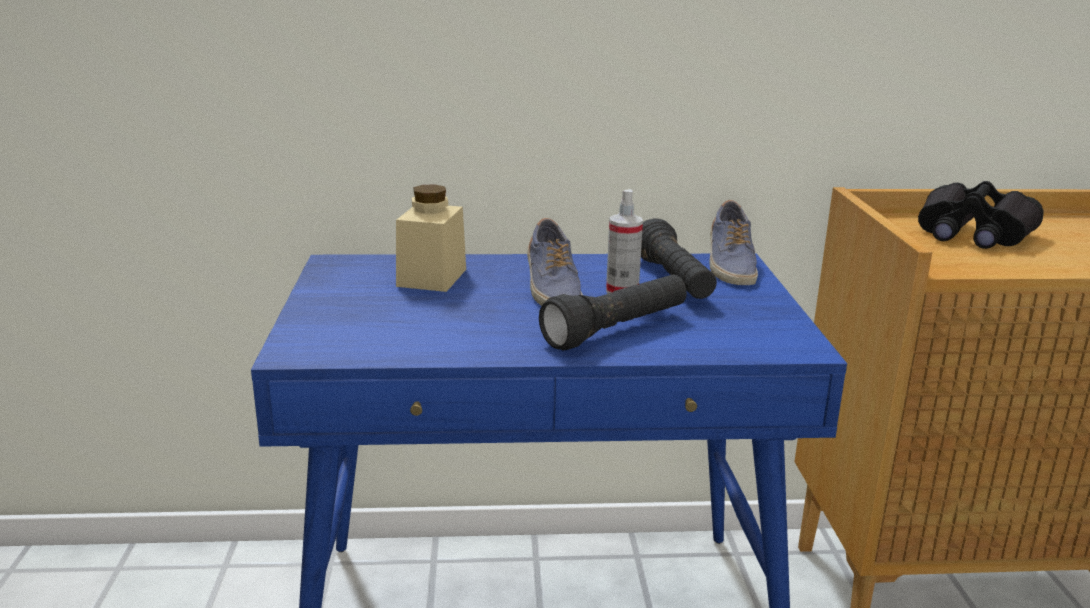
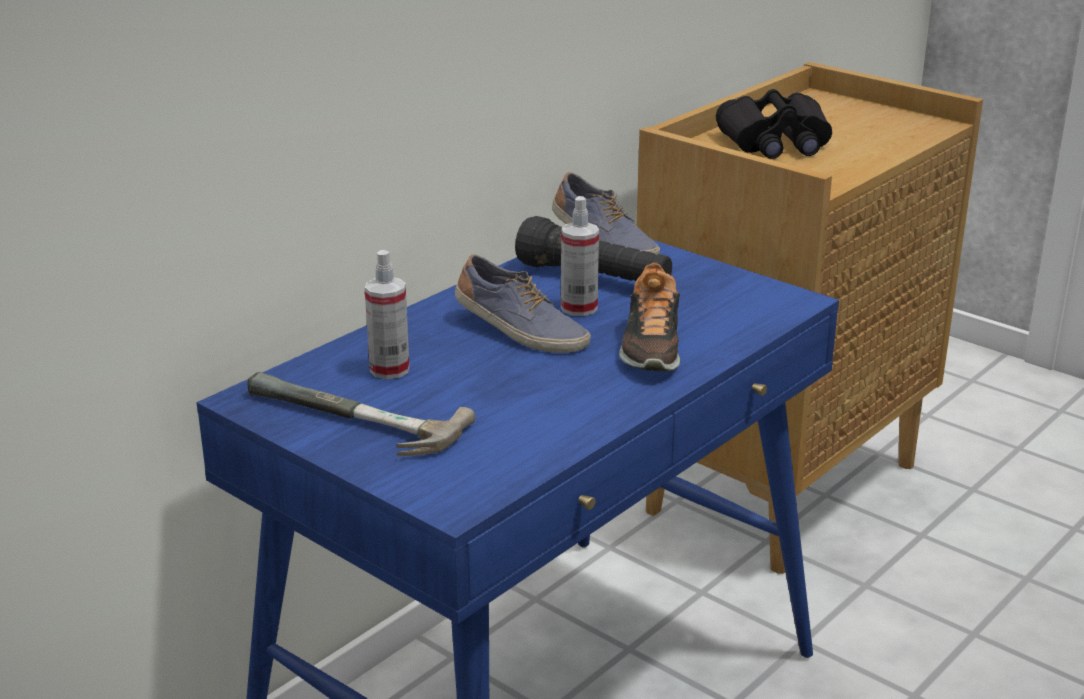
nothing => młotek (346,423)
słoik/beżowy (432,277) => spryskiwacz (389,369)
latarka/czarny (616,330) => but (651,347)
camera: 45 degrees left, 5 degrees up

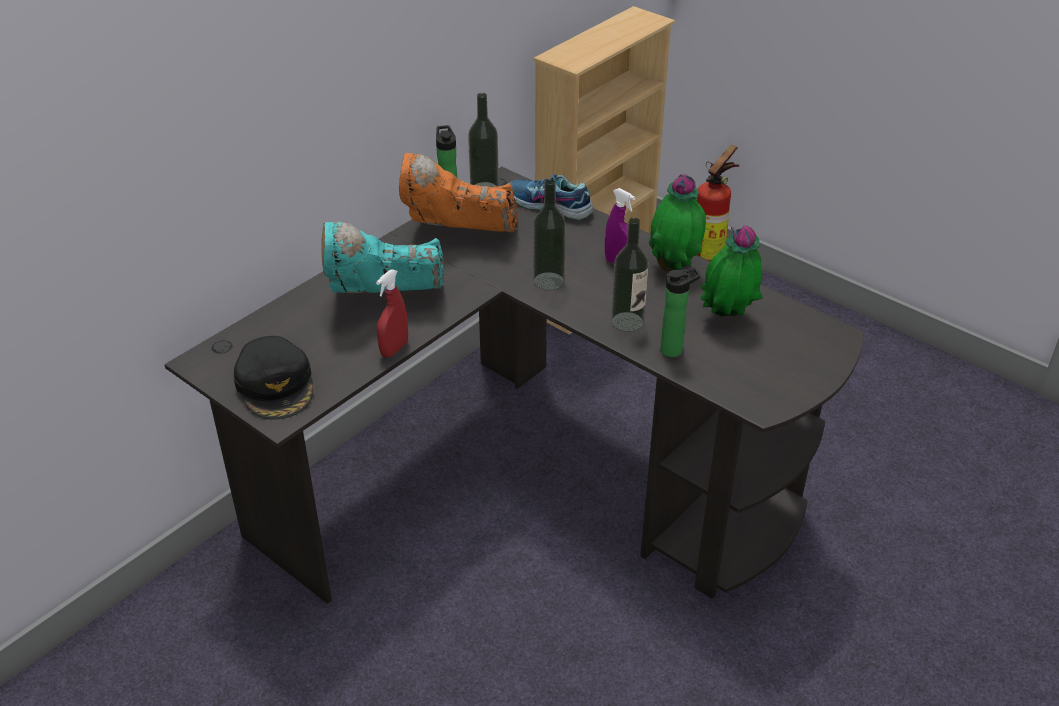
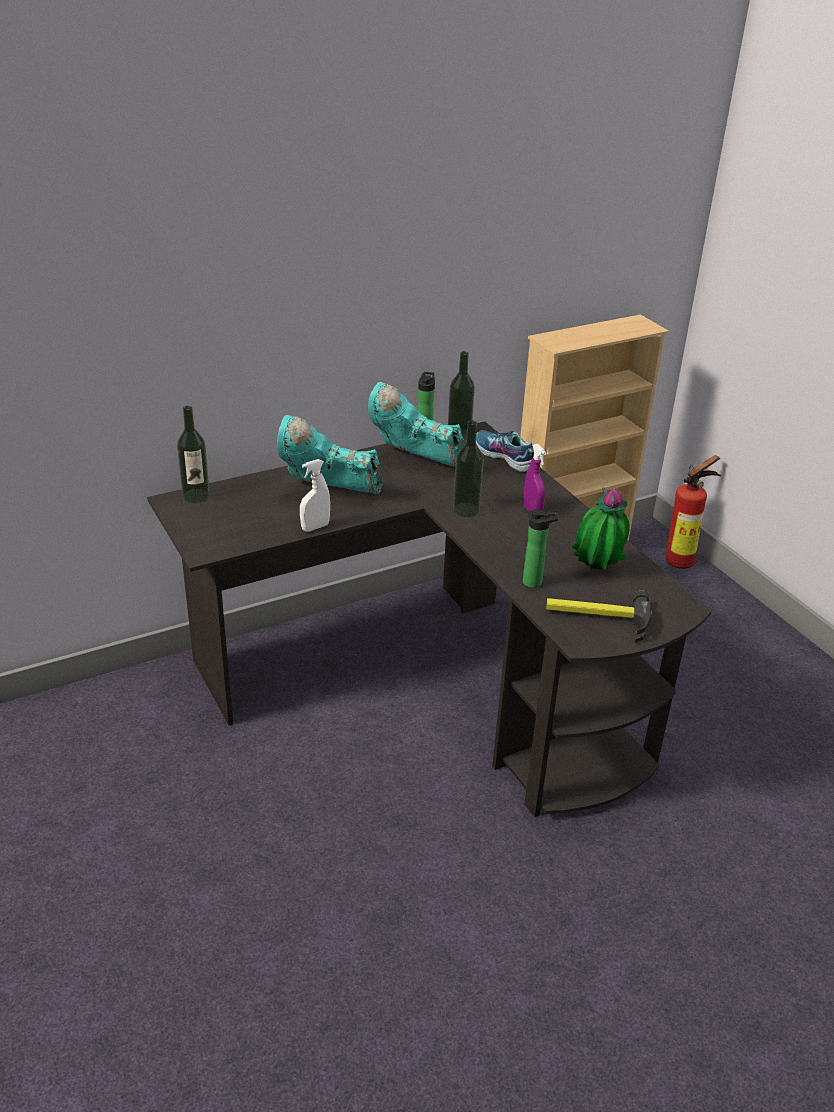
butelka (627,322) => butelka (196,495), shifted
spryskiwacz/czerwony (394,349) => spryskiwacz/biały (315,527)
but z cholewką/pomarańczowy (457,235) => but z cholewką/turkusowy (416,461)
nothing => młotek (597,618)
czapka z daszkiem/czarny (276,385) => nothing
roślina doniczkowa (674,268) => nothing
camera: 20 degrees right, 5 degrees down

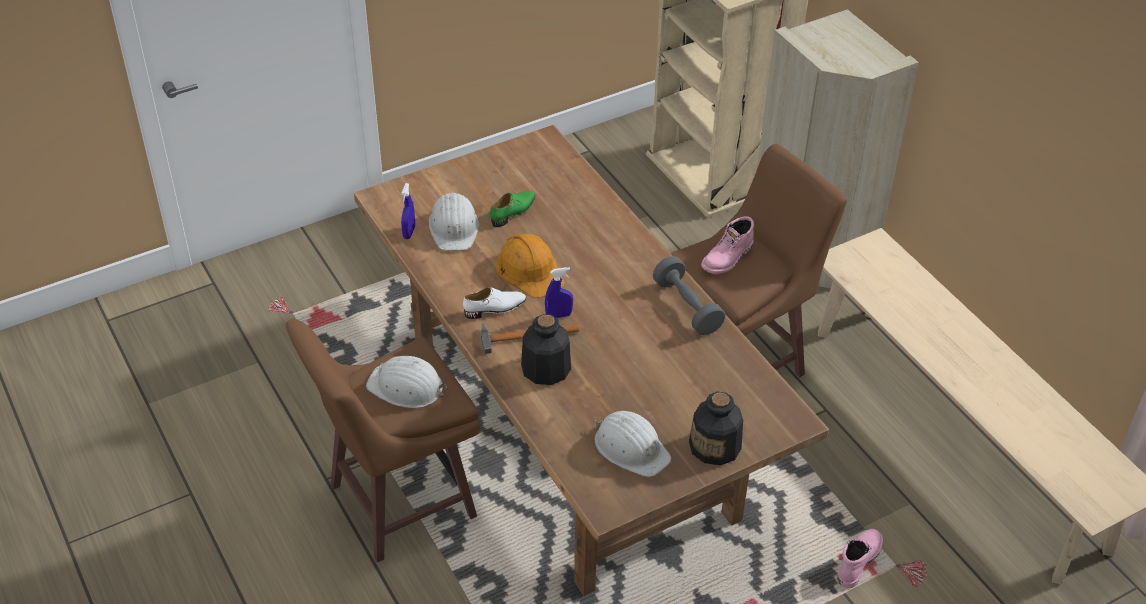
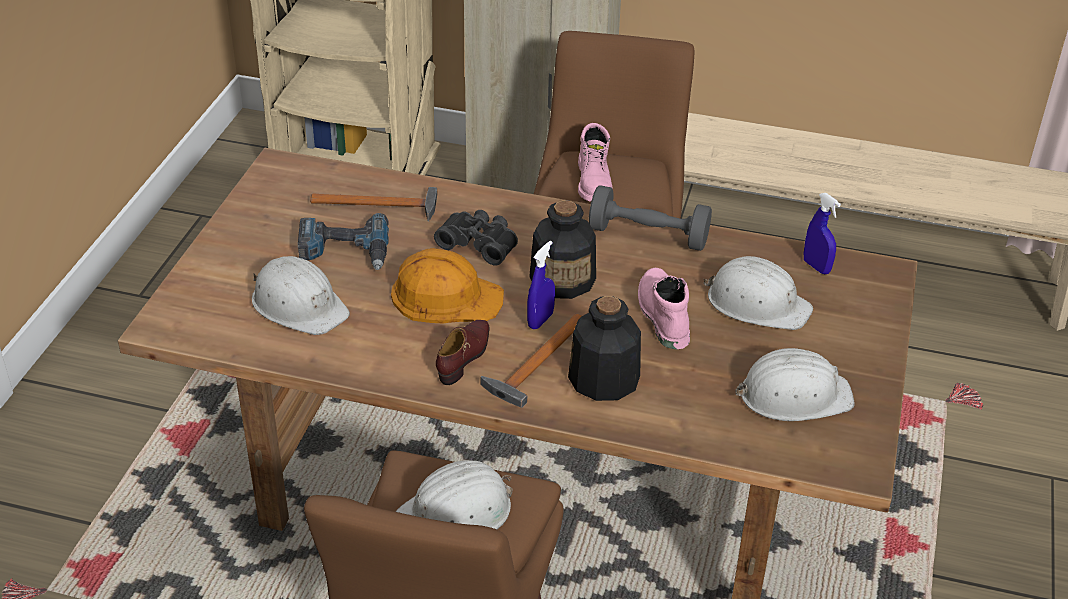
but/zielony (513,212) => wiertarka (344,252)
nothing => młotek (381,205)
nothing => lornetka/czarny (479,243)
but/biały (495,308) => but/brązowy (465,356)
butelka (715,446) => butelka (563,279), shifted
but z cholewką/różowy (857,560) => but z cholewką/różowy (661,315), shifted
nothing => kask/biały (757,303)
spryskiwacz/niebieski (409,232) => spryskiwacz/niebieski (816,267), shifted
camera: 45 degrees left, 5 degrees down

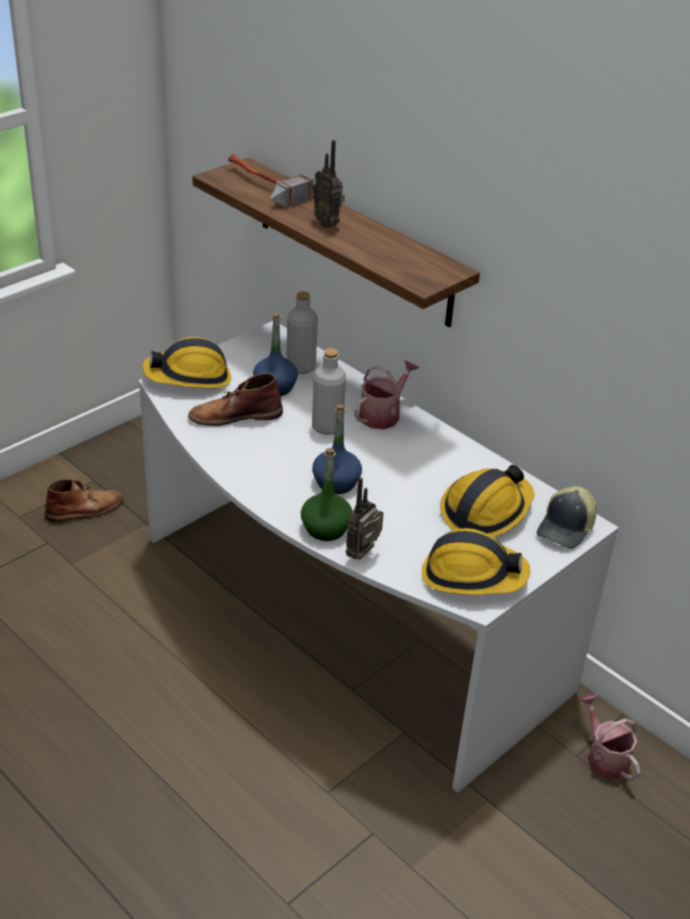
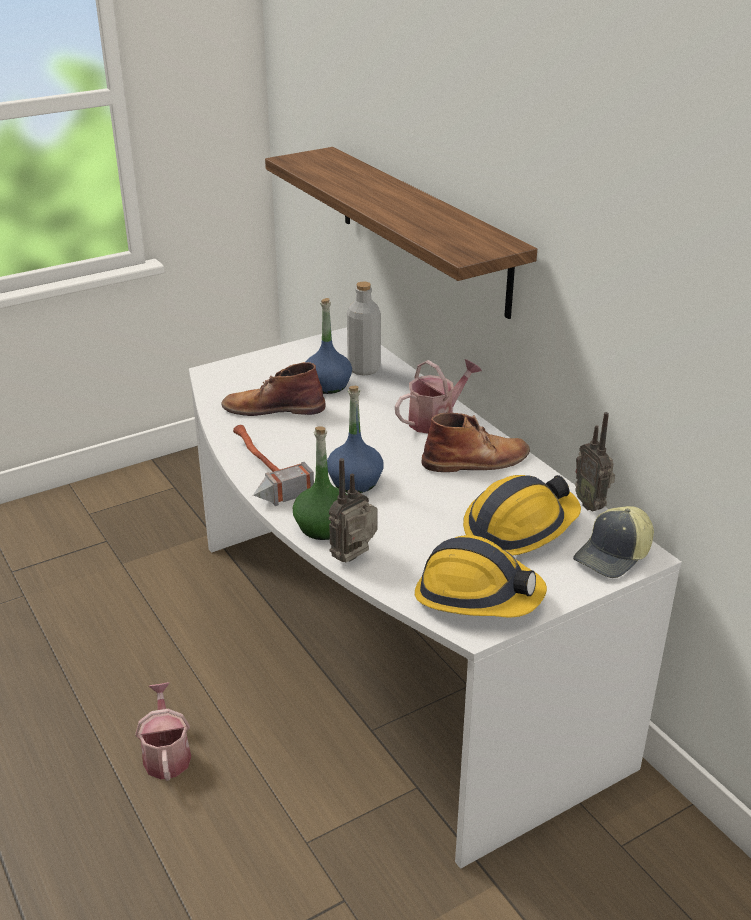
konewka (604,756) => konewka (166,754), shifted
młotek (260,187) => młotek (258,470), shifted
but z cholewką/brązowy (85,509) => but z cholewką/brązowy (477,460), shifted
radio (328,224) => radio (591,504), shifted
kask (189,377) => nothing
butelka/szary (327,427) => nothing
camera: 15 degrees right, 5 degrees down

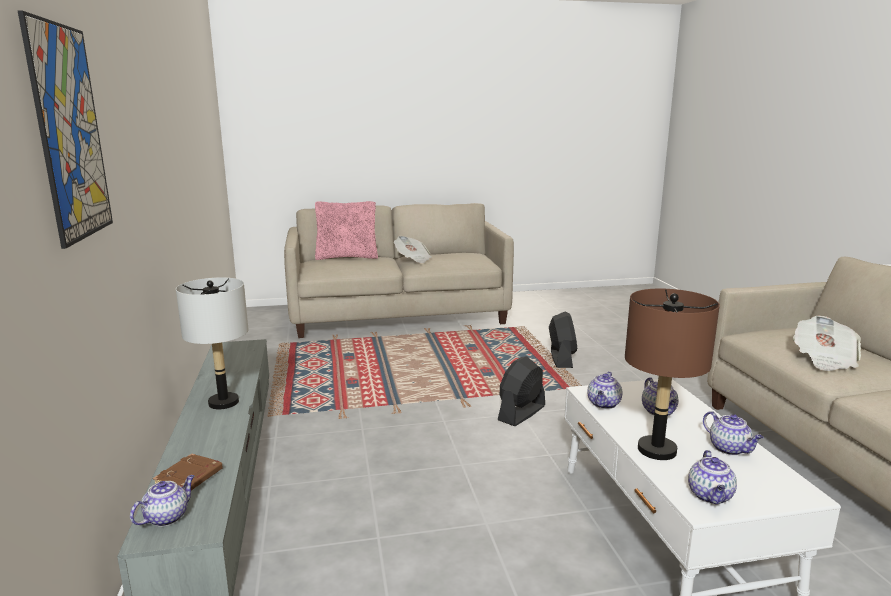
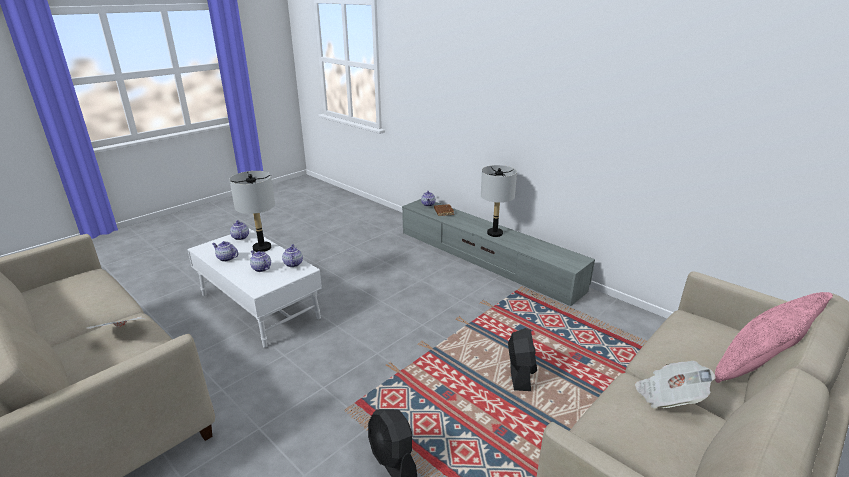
lampa stołowa/brązowy (656,450) => lampa stołowa/szary (262,248)
wentylator/czarny (521,413) => wentylator/czarny (520,373), shifted
obraz (70,133) => nothing
camera: 145 degrees right, 10 degrees up

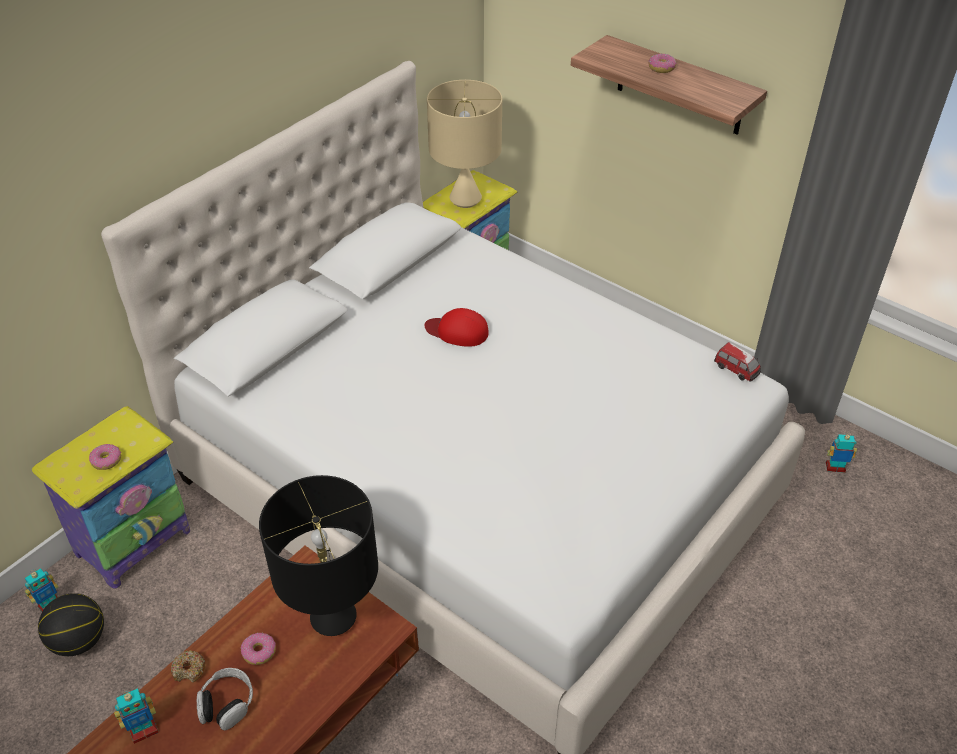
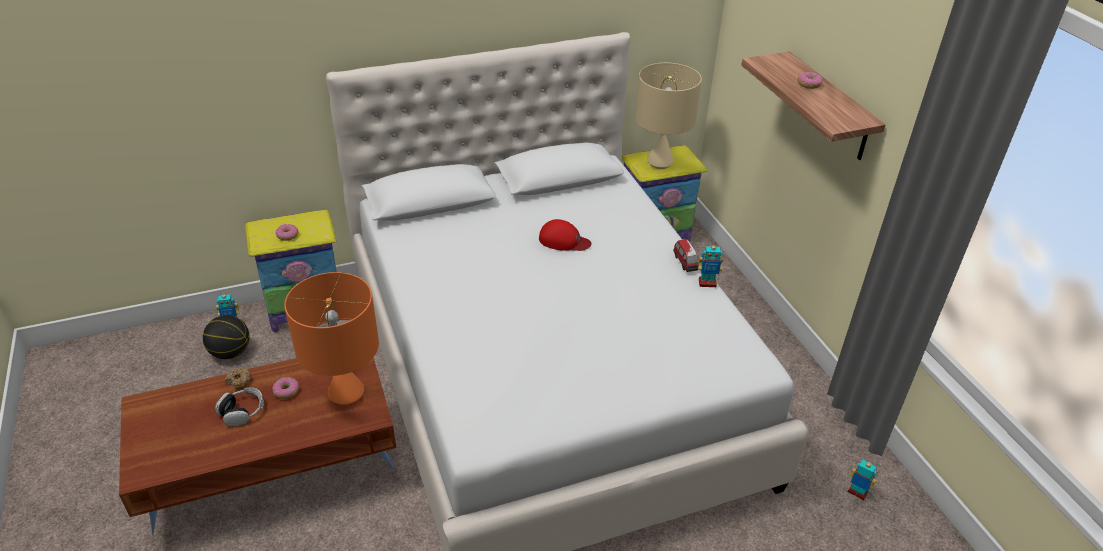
lampa stołowa/czarny (333,619) => lampa stołowa/pomarańczowy (346,394)
czapka z daszkiem/czerwony (457,331) => czapka z daszkiem/czerwony (564,240), 150 degrees clockwise
samochodzik (736,370) => samochodzik (686,263), shifted
robot zabawkowy (144,730) => robot zabawkowy (707,283), shifted
camera: 30 degrees right, 5 degrees down

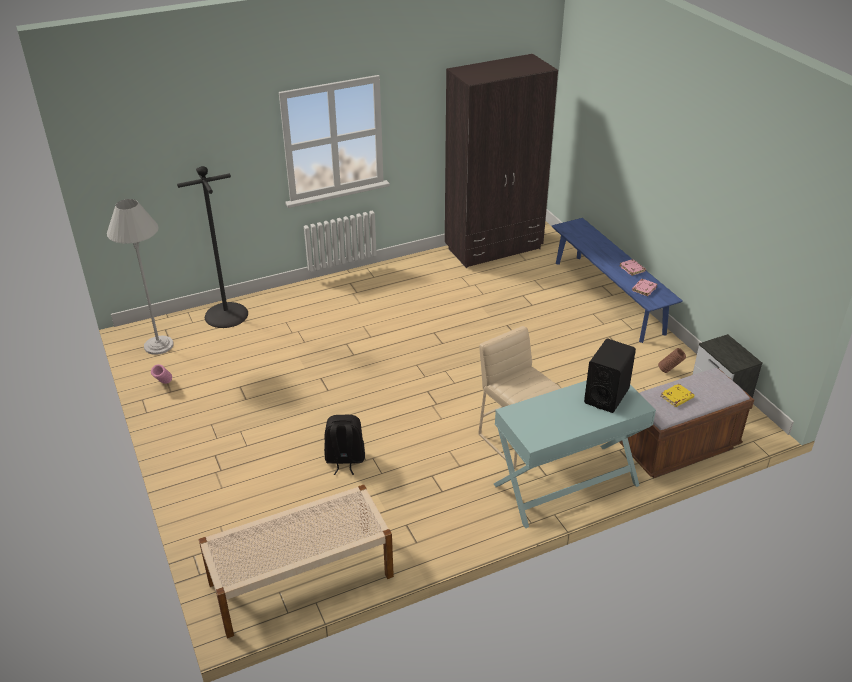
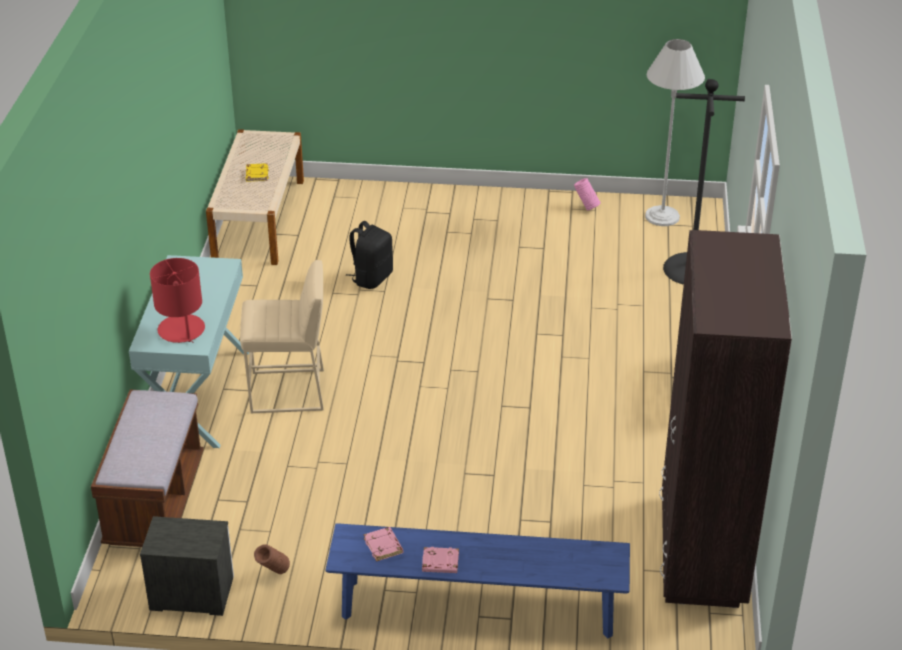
głośnik/czarny (606,396) => lampa stołowa/czerwony (181,330)
książka/żółty (677,398) => książka/żółty (256,174), shifted
camera: 120 degrees right, 0 degrees up

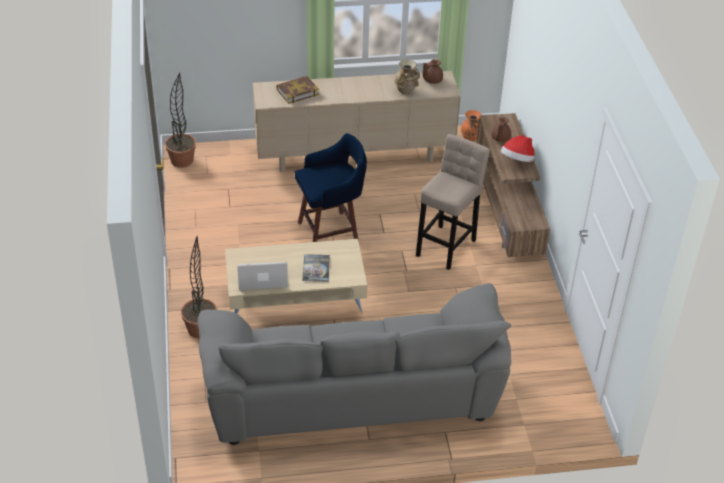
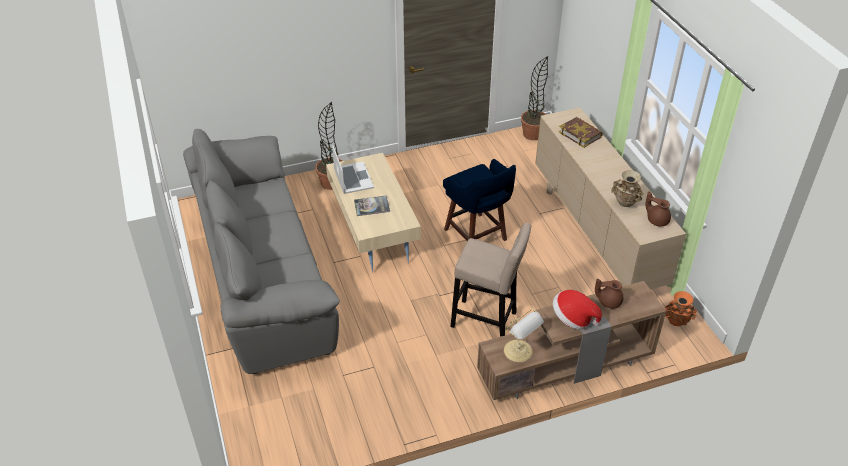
nothing => lampa stołowa (519,352)
camera: 80 degrees right, 0 degrees up

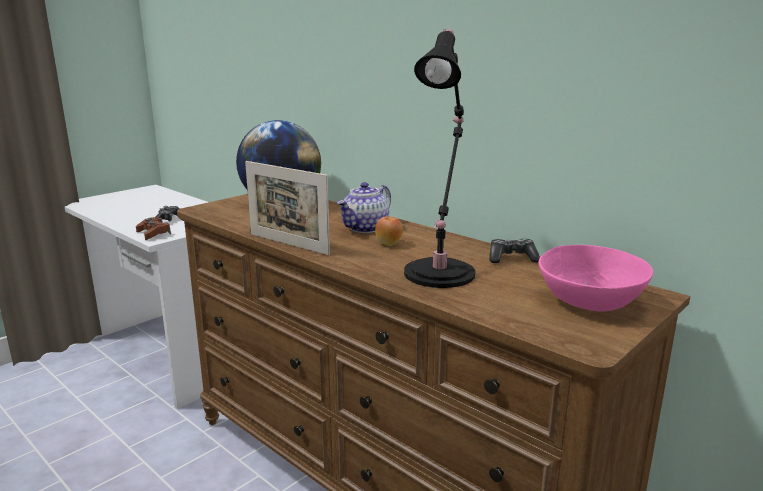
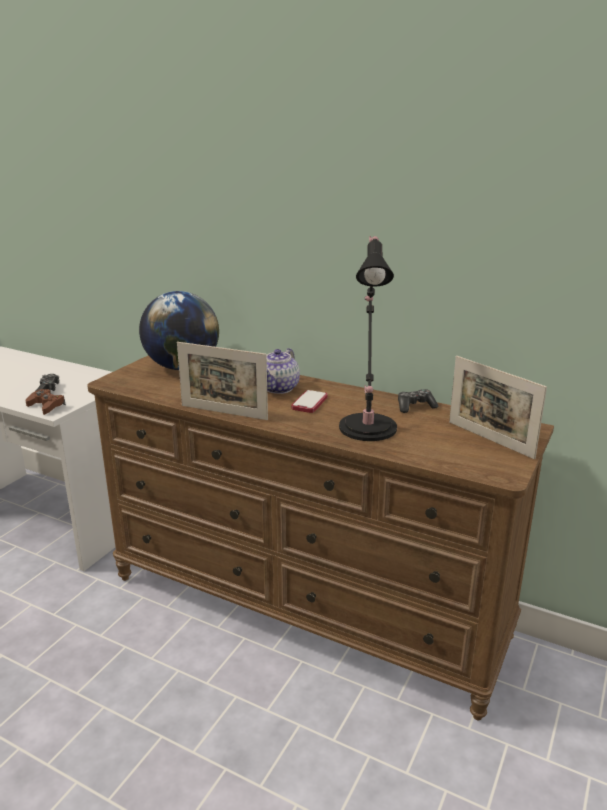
jabłko (389,244) => telefon (309,403)
miska/różowy (590,302) => ramka na zdjęcie (490,439)
camera: 15 degrees left, 5 degrees up

